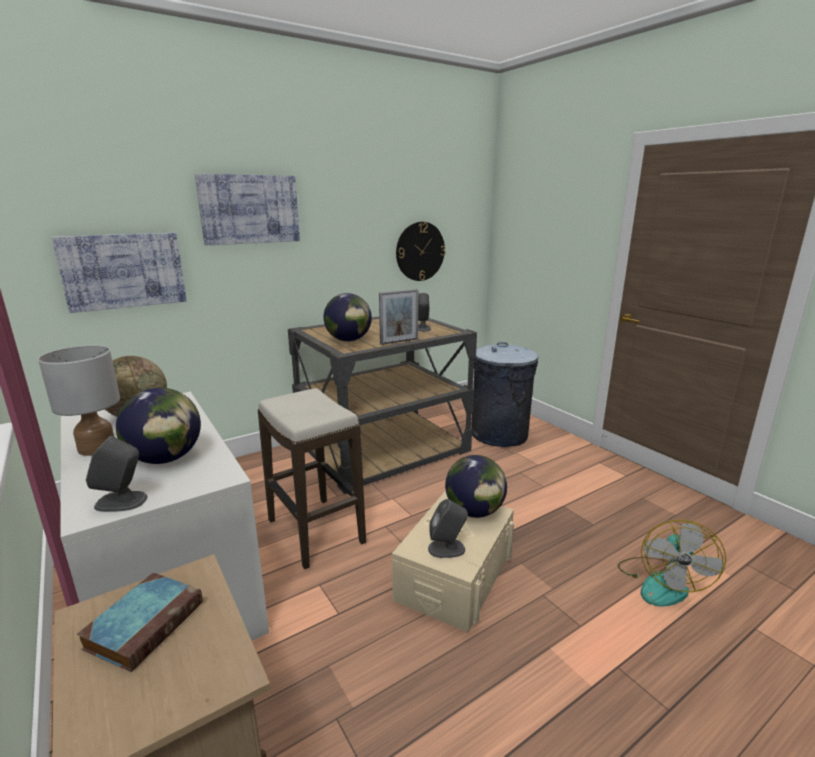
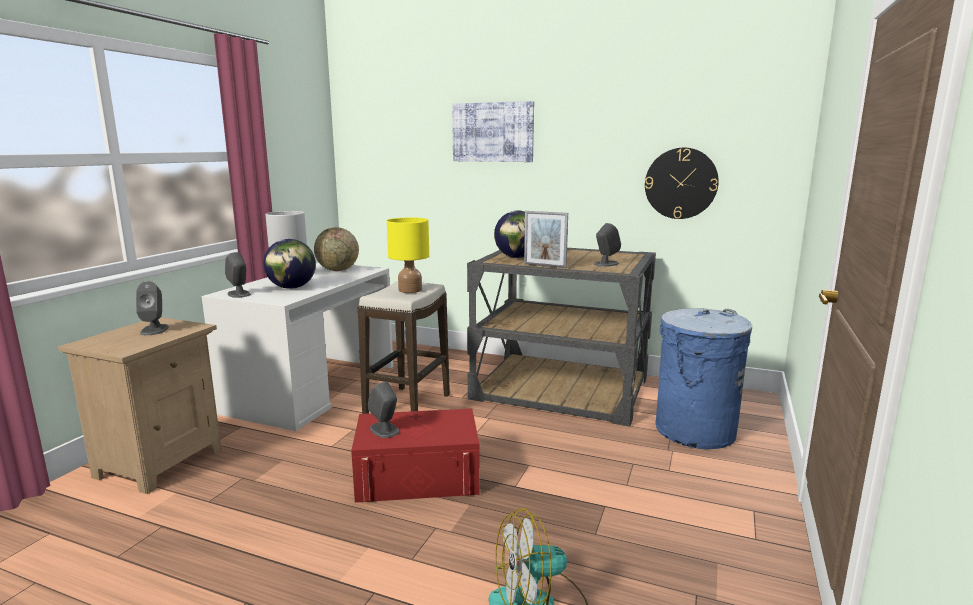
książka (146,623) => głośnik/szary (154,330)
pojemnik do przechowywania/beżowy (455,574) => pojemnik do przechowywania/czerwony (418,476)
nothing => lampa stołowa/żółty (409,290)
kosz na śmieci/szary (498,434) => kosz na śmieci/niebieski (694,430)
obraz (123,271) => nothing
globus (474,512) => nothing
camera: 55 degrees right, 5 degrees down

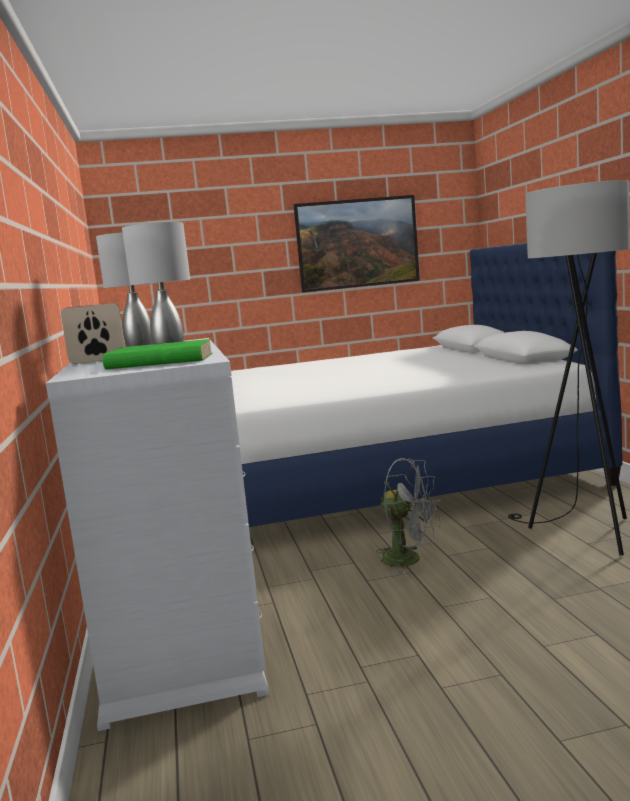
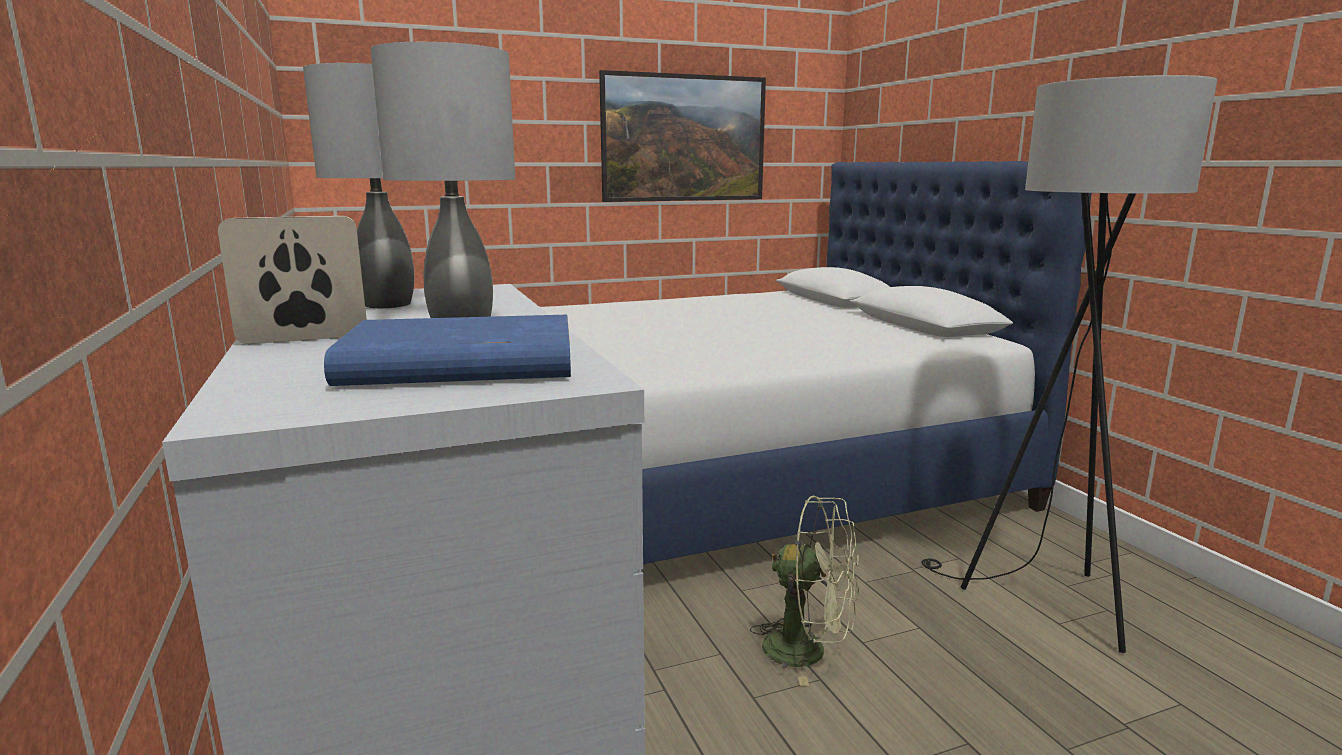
książka/zielony (159,361) => książka/niebieski (458,365)
wentylator/szary (410,560) => wentylator/zielony (808,651)
camera: 10 degrees left, 5 degrees up

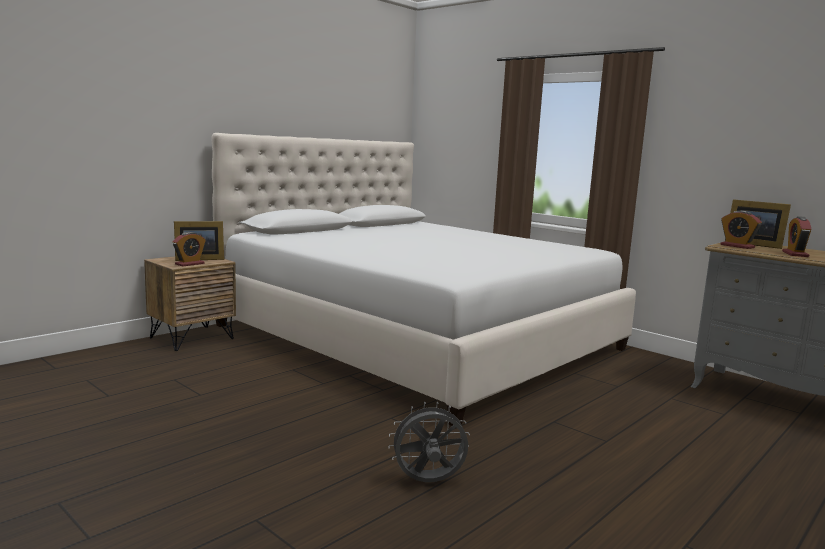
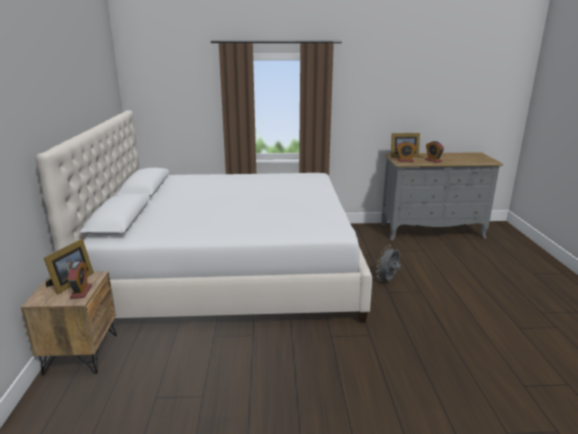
wentylator/szary (428,482) => wentylator/szary (388,280), shifted
camera: 45 degrees left, 10 degrees up

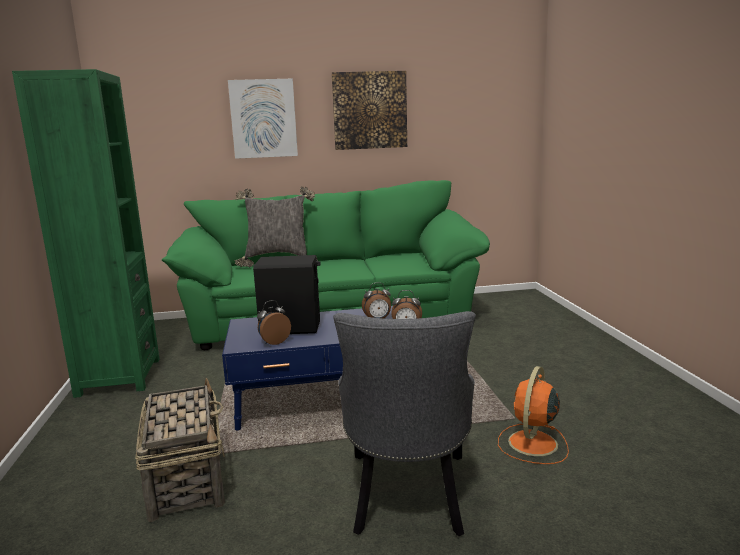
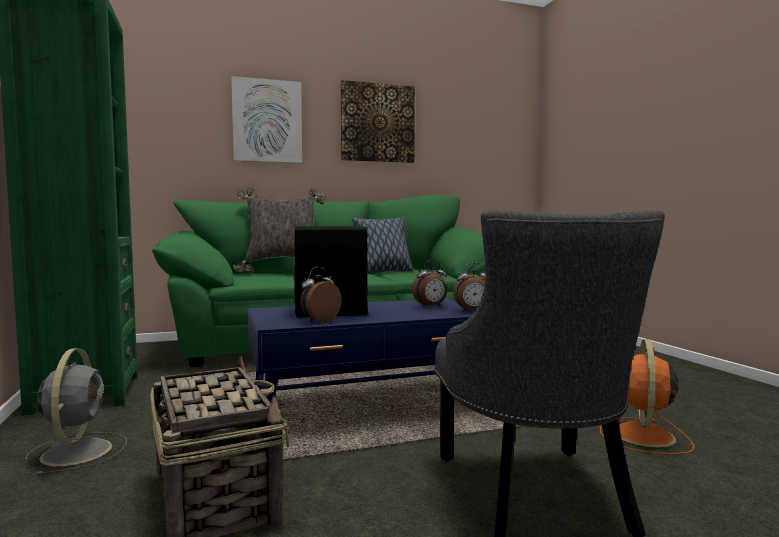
nothing => wentylator/szary (78,451)
nothing => poduszka (383,272)
camera: 10 degrees left, 10 degrees down

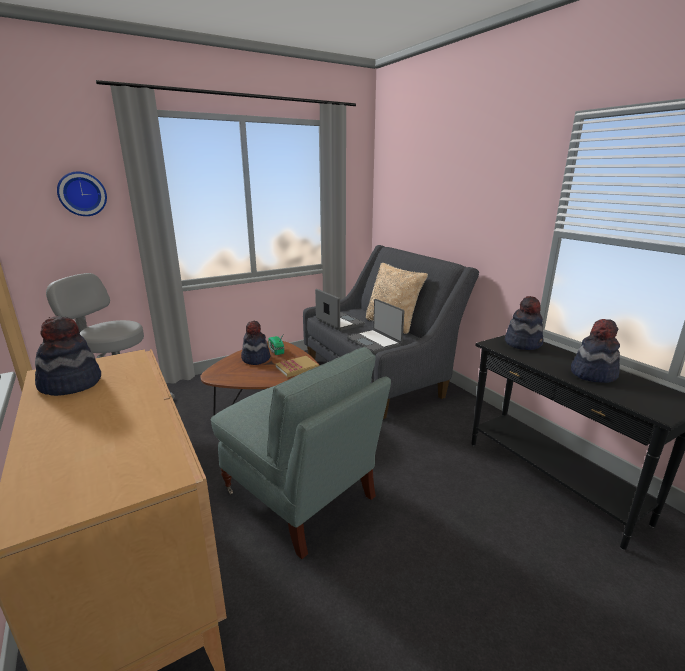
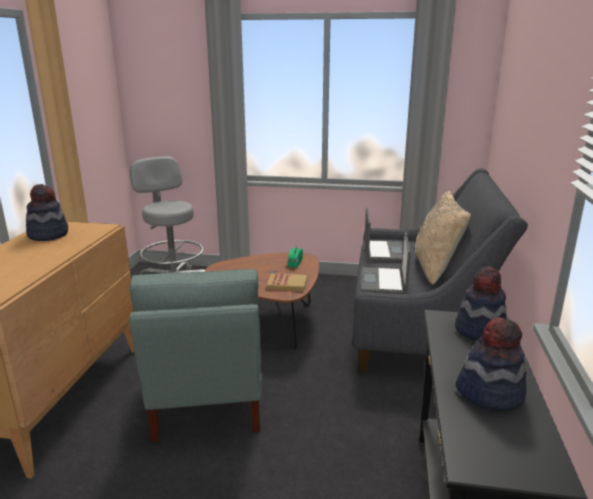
zegar ścienny (82,194) => nothing
kapelusz (255,359) => nothing
camera: 40 degrees right, 0 degrees up

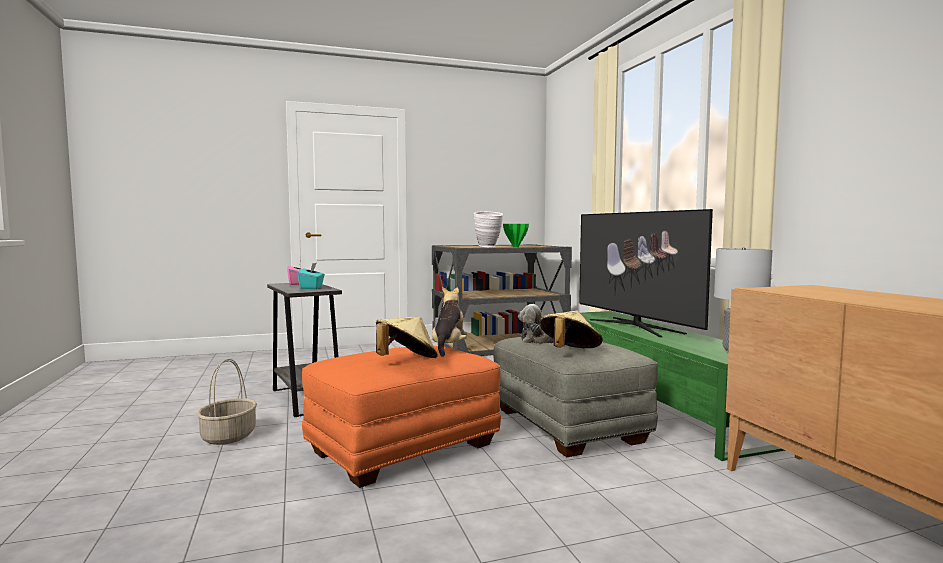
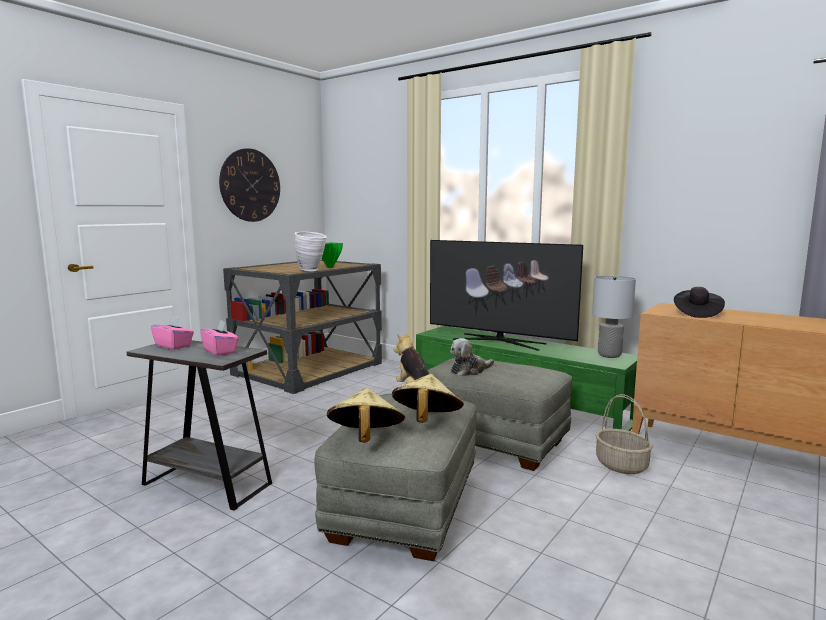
pudełko chusteczek/turkusowy (312,288) => pudełko chusteczek/różowy (220,351)
nothing => zegar ścienny (250,185)
pufa/pomarańczowy (404,449) => pufa/szary (405,507)
kapelusz/beżowy (569,352) => kapelusz/beżowy (365,439), shifted
koszyk (229,437) => koszyk (622,465), shifted
nothing => kapelusz/czarny (696,314)
camera: 35 degrees left, 5 degrees up

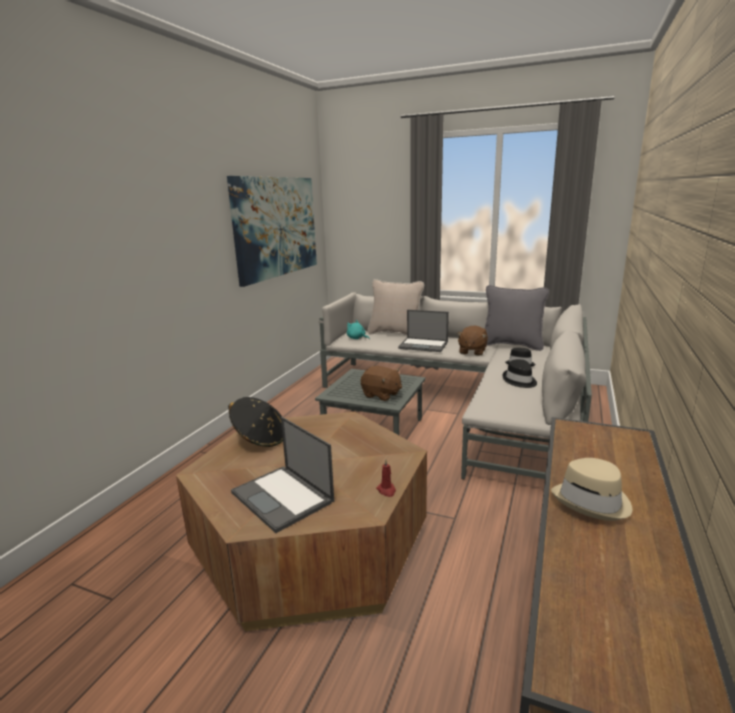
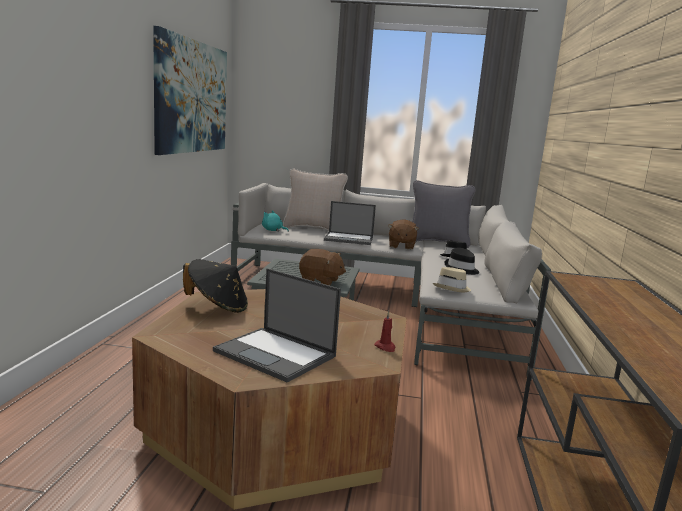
kapelusz/beżowy (592,501) => kapelusz/beżowy (452,288), shifted
camera: 15 degrees left, 5 degrees down

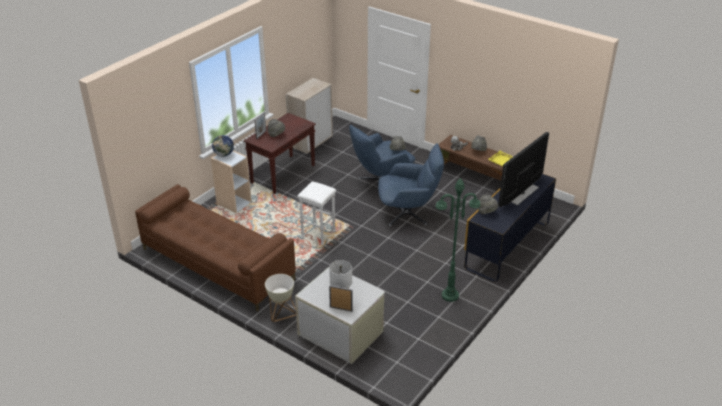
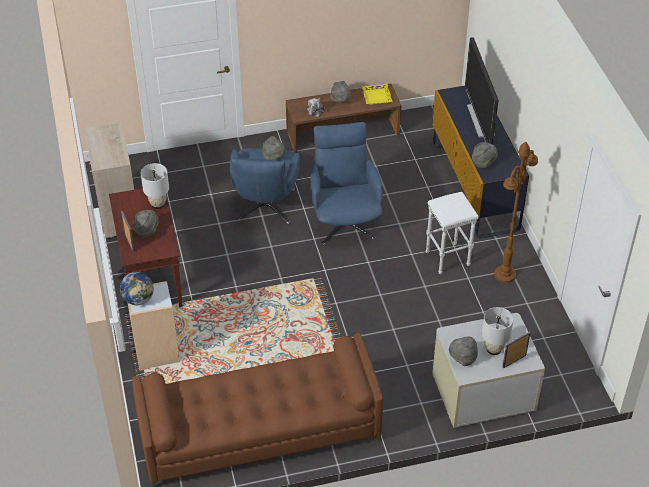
nothing => lampa stołowa/biały (158,204)
fotel/niebieski (408,213) => fotel/niebieski (344,221), 45 degrees counterclockwise
stołek/biały (319,234) => stołek/biały (448,257), shifted
nothing => kapelusz/szary (462,358)
lampa stojąca/zielony (449,295) => lampa stojąca/brązowy (505,275)
donica (281,313) => nothing
camera: 50 degrees left, 10 degrees up

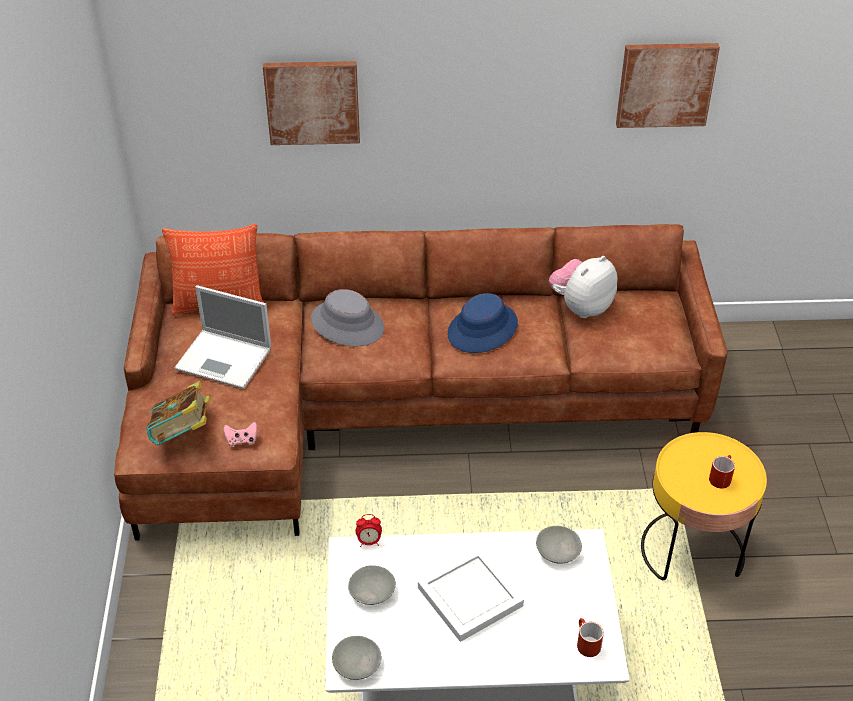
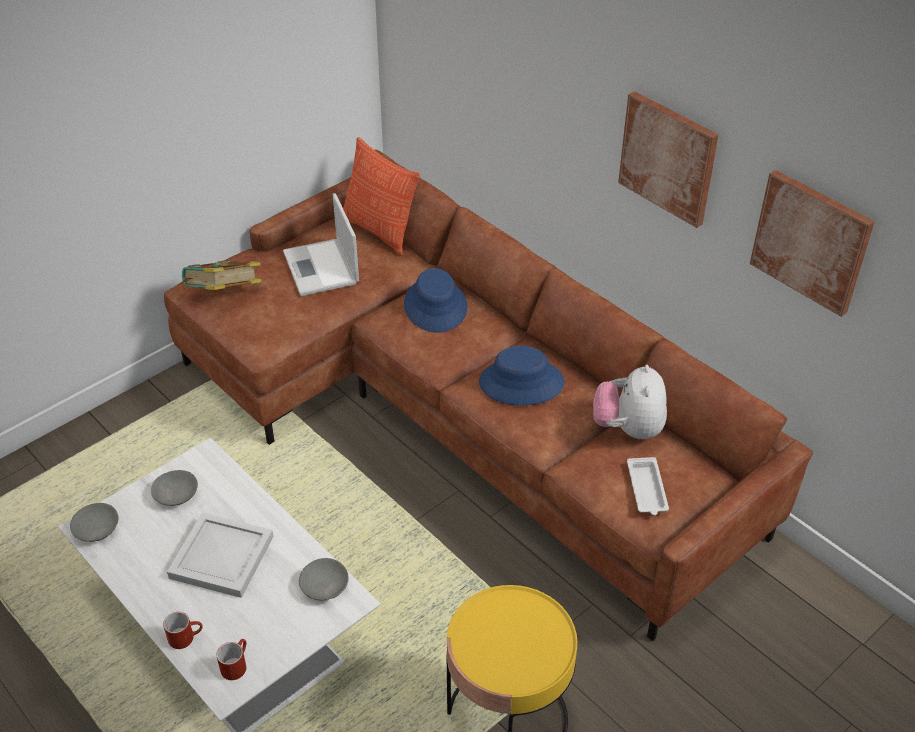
kubek/czerwony (720,477) => kubek/czerwony (186,637), shifted
kapelusz/szary (347,324) => kapelusz/niebieski (436,306)
pluszak (581,307) => pluszak (628,428), 90 degrees counterclockwise
obraz (312,102) => obraz (668,158), shifted
nothing => taca/biały (647,490)
pad do gier/różowy (241,440) => nothing
budzik (369,541) => nothing
camera: 50 degrees right, 0 degrees up

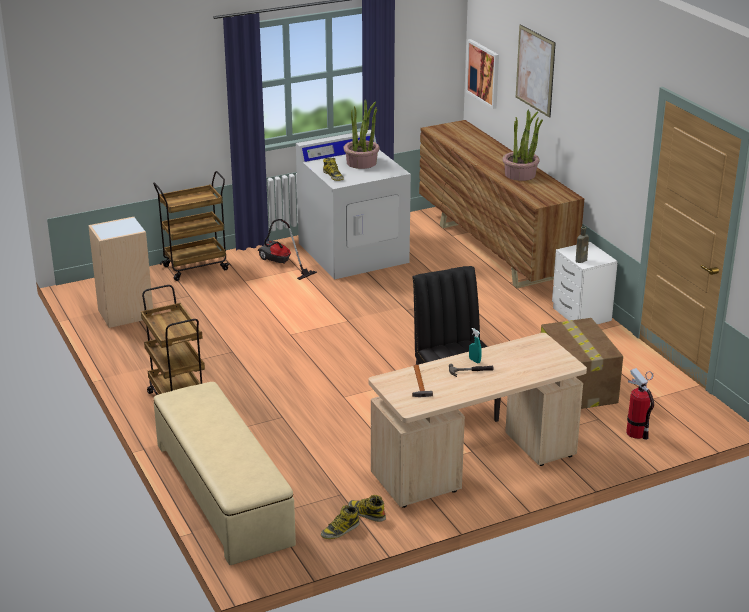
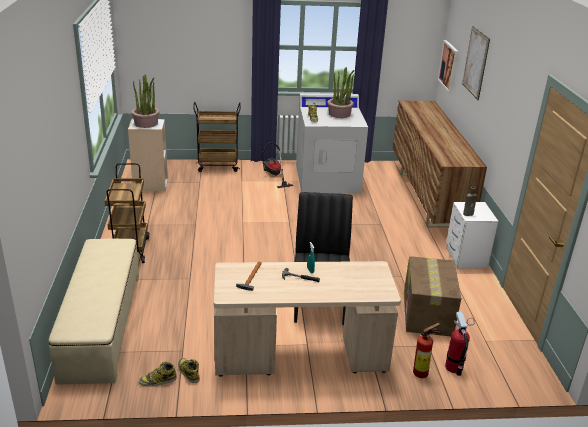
roślina doniczkowa (520,174) => roślina doniczkowa (146,123), shifted
nothing => gaśnica (422,373)
camera: 20 degrees right, 0 degrees up

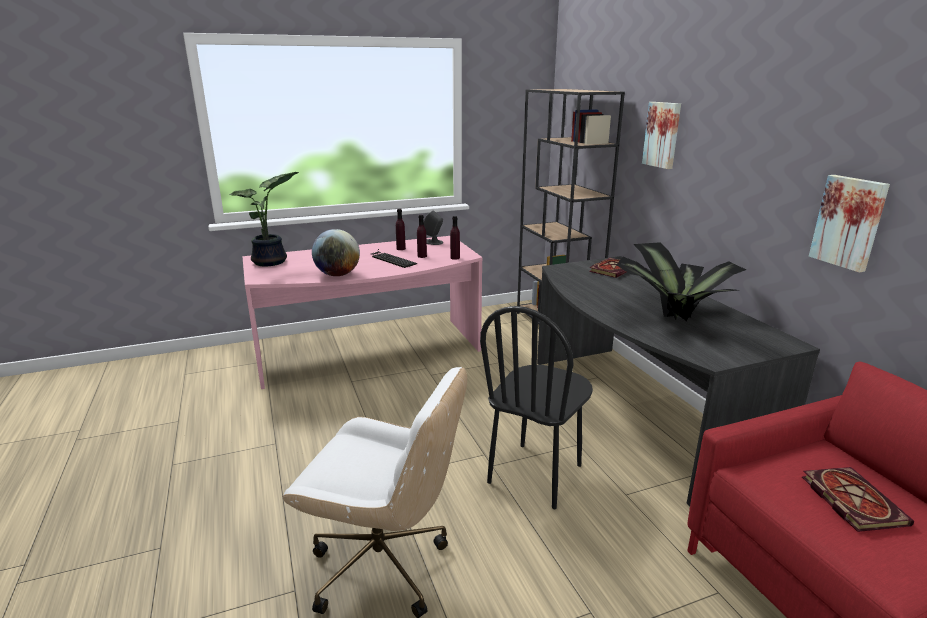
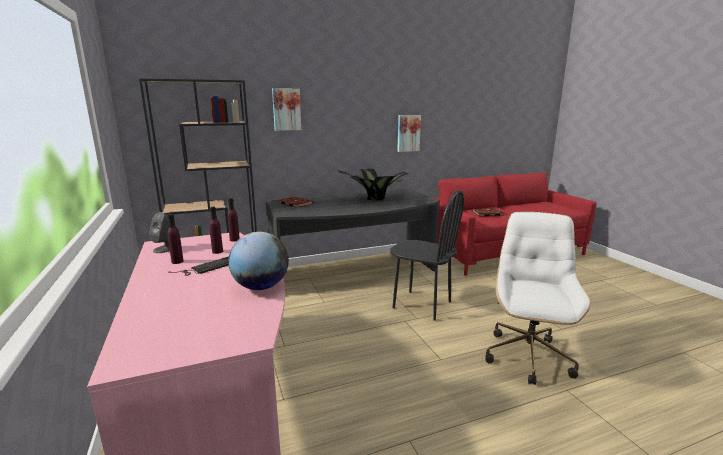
roślina doniczkowa (271,262) => nothing
camera: 90 degrees left, 5 degrees down

